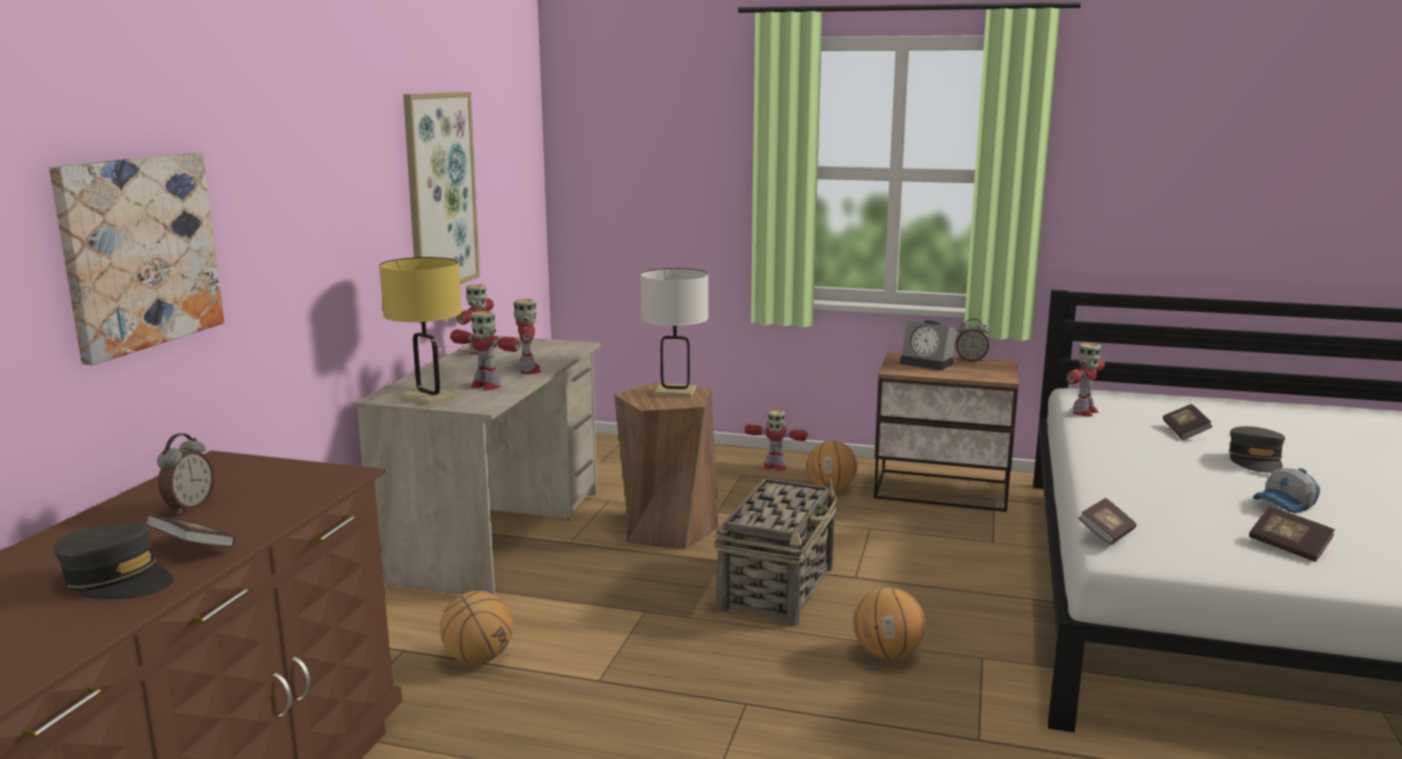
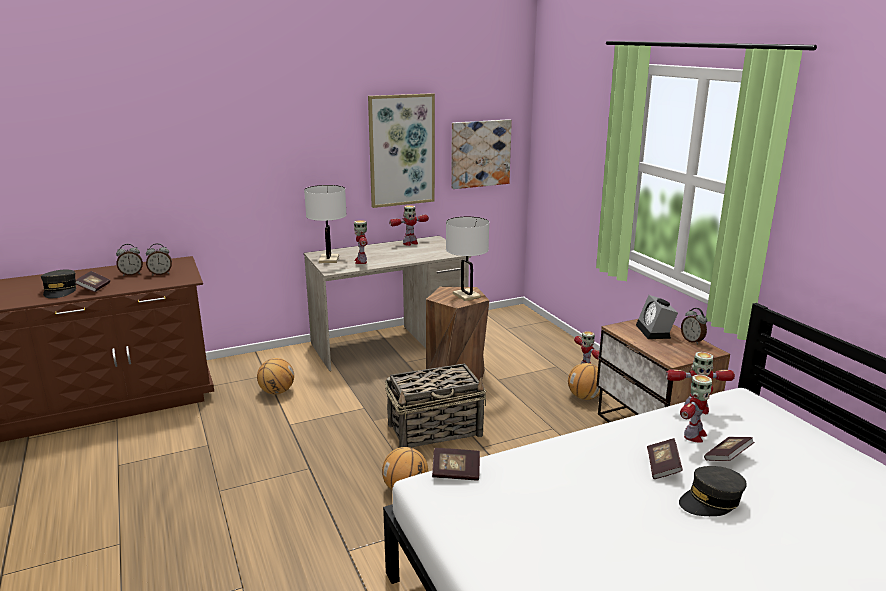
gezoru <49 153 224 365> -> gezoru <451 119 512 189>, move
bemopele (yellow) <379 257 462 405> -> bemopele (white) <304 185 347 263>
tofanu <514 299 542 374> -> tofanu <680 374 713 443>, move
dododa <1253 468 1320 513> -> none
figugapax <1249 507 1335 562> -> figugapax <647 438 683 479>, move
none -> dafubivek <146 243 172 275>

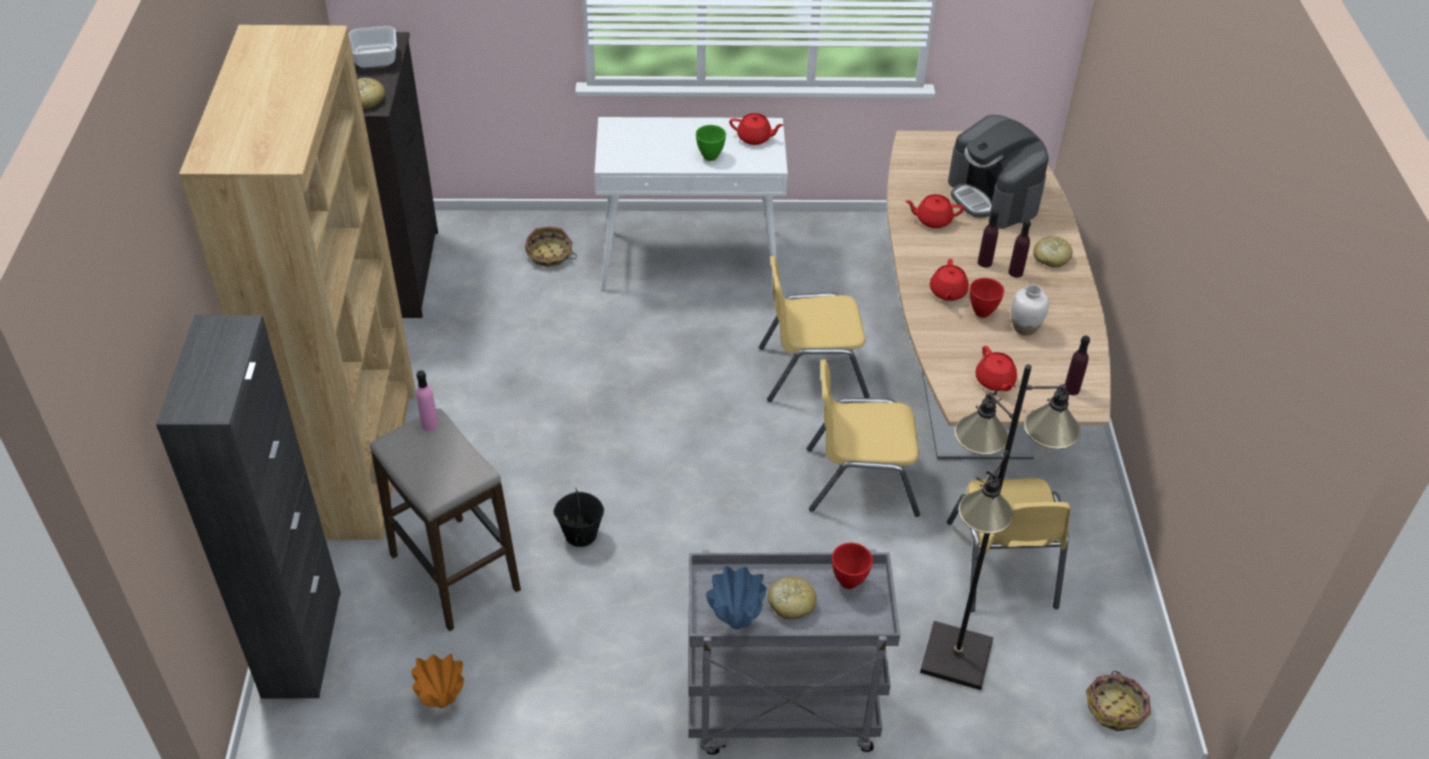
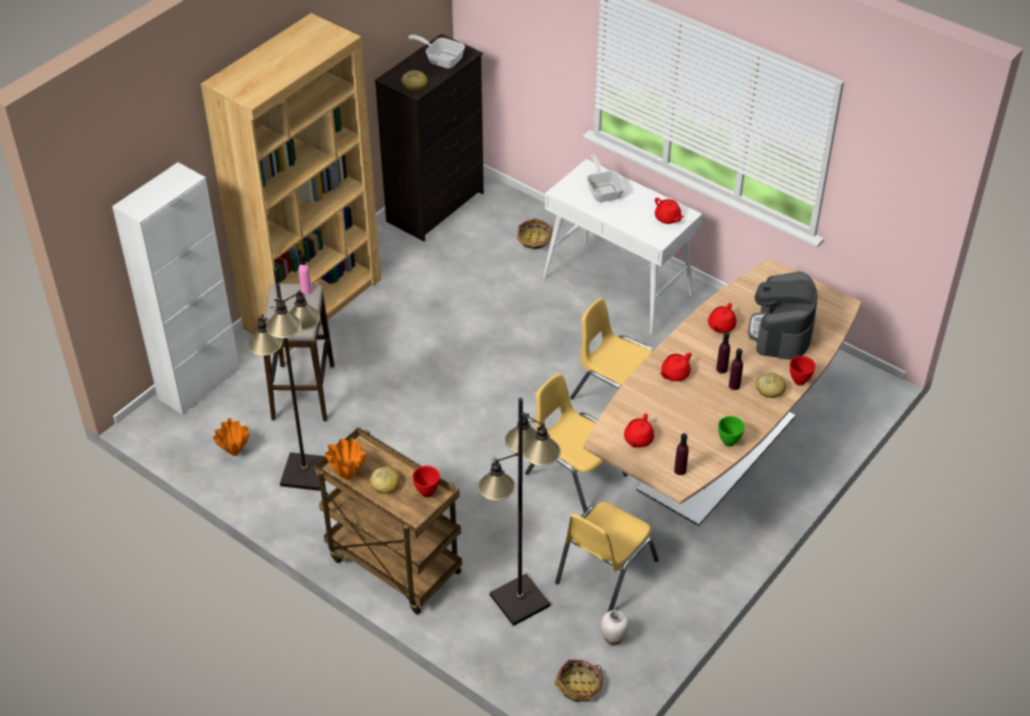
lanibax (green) <696 125 726 161> -> lanibax (green) <718 416 745 447>, move
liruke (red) <905 194 964 228> -> liruke (red) <708 303 737 333>, 105 degrees counterclockwise
lanibax (red) <970 278 1004 318> -> lanibax (red) <790 356 816 385>, move
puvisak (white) <1011 284 1049 336> -> puvisak (white) <601 610 629 646>, move
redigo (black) <156 315 341 699> -> redigo (white) <112 162 240 415>
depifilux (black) <553 487 604 547> -> none
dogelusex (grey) <688 549 900 755> -> dogelusex (brown) <314 427 462 615>
puvisak (blue) <706 566 767 629> -> puvisak (orange) <325 438 366 480>
none -> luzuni <587 155 625 202>
none -> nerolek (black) <248 268 325 491>

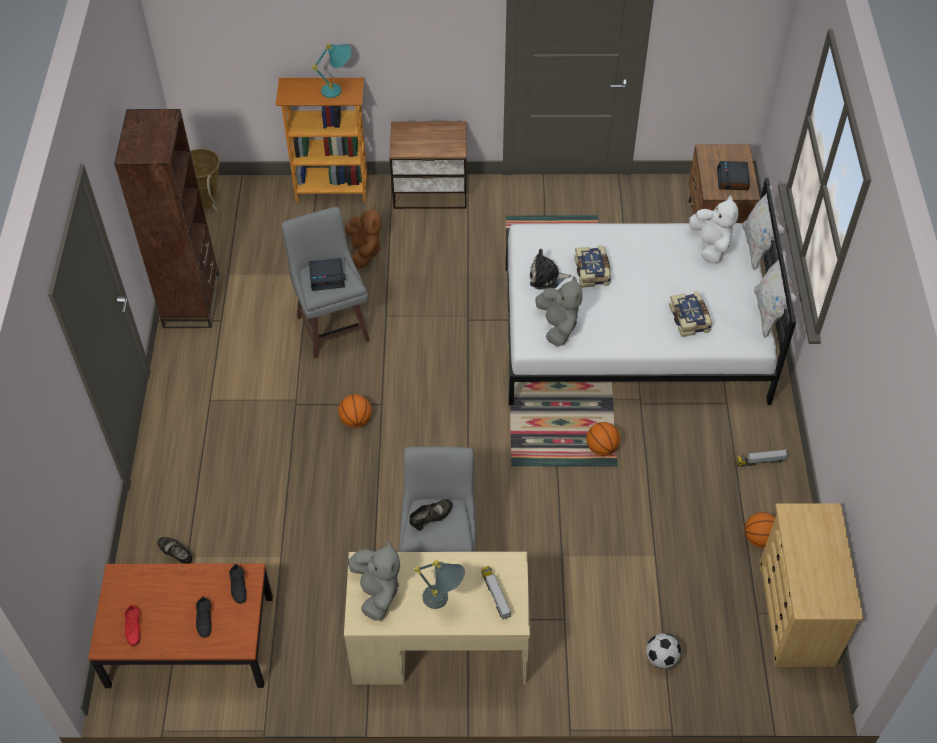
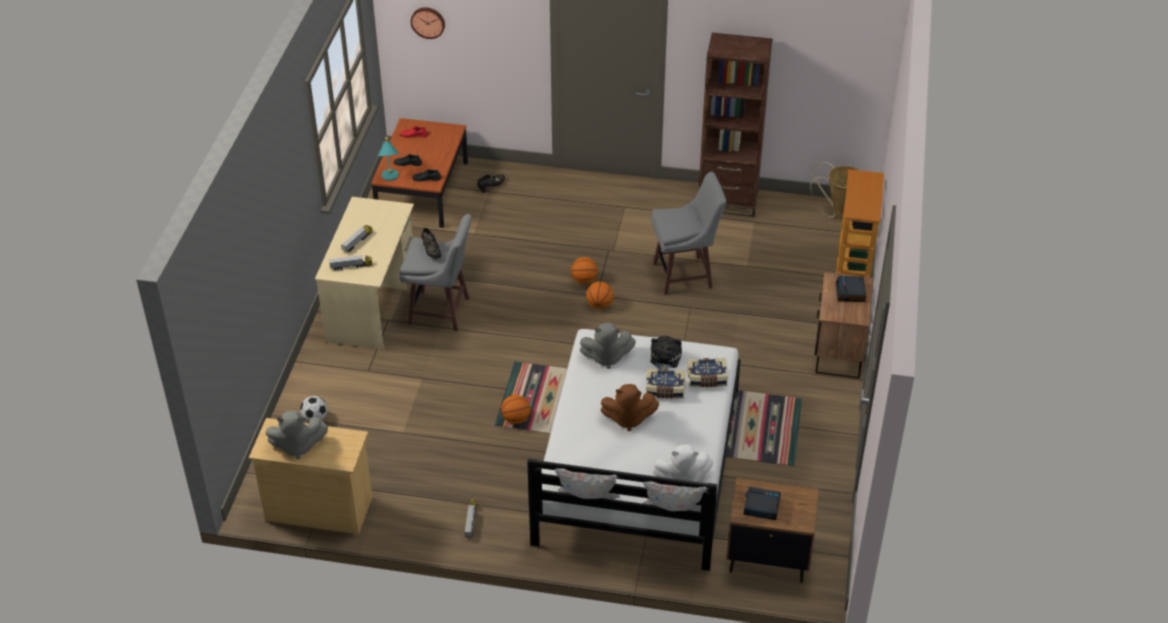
bemopele (turquoise) <312 43 351 98> -> bemopele (turquoise) <378 137 400 181>, move
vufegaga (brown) <345 205 381 268> -> vufegaga (brown) <601 384 659 431>, move
dafubivek <309 258 346 291> -> dafubivek <836 276 866 302>, move
figugapax <669 291 712 337> -> figugapax <687 358 728 387>, move
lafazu <745 512 775 548> -> lafazu <586 281 614 309>, move
vufegaga (grey) <348 540 400 621> -> vufegaga (grey) <265 411 328 459>, move
bemopele (grey) <414 560 465 609> -> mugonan <341 225 373 252>
none -> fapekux <411 7 445 39>

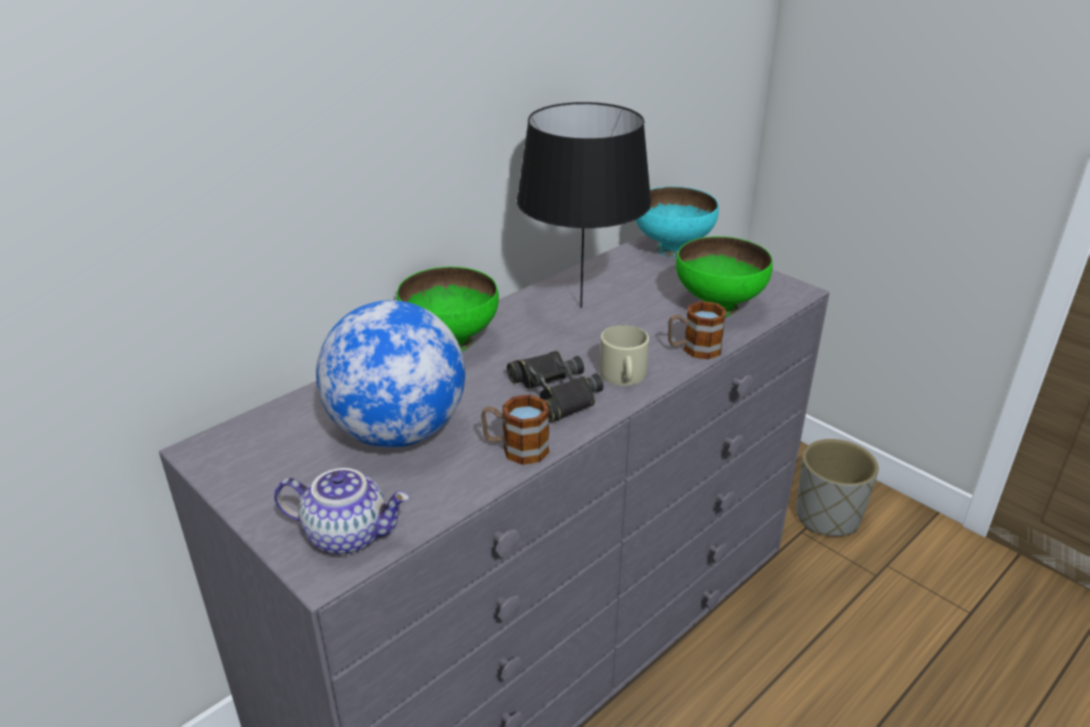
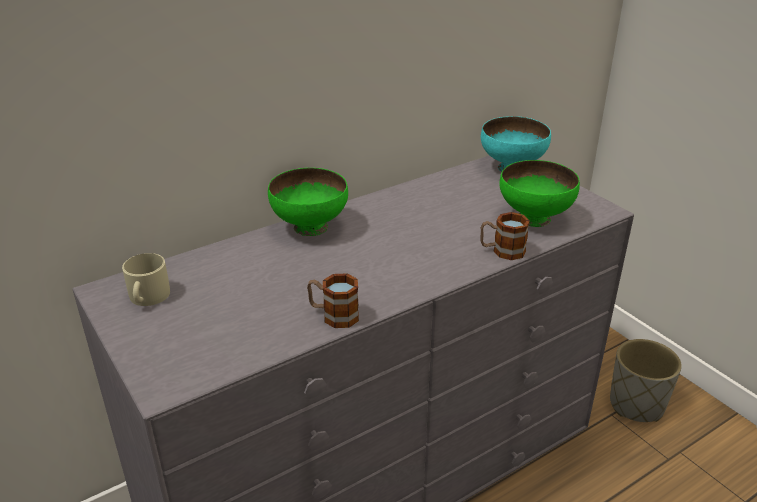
bemopele (black) <517 102 652 308> -> none
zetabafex <316 300 465 448> -> none
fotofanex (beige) <600 325 649 386> -> fotofanex (beige) <122 253 170 306>, move
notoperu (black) <507 351 603 422> -> none
liruke <274 468 410 555> -> none

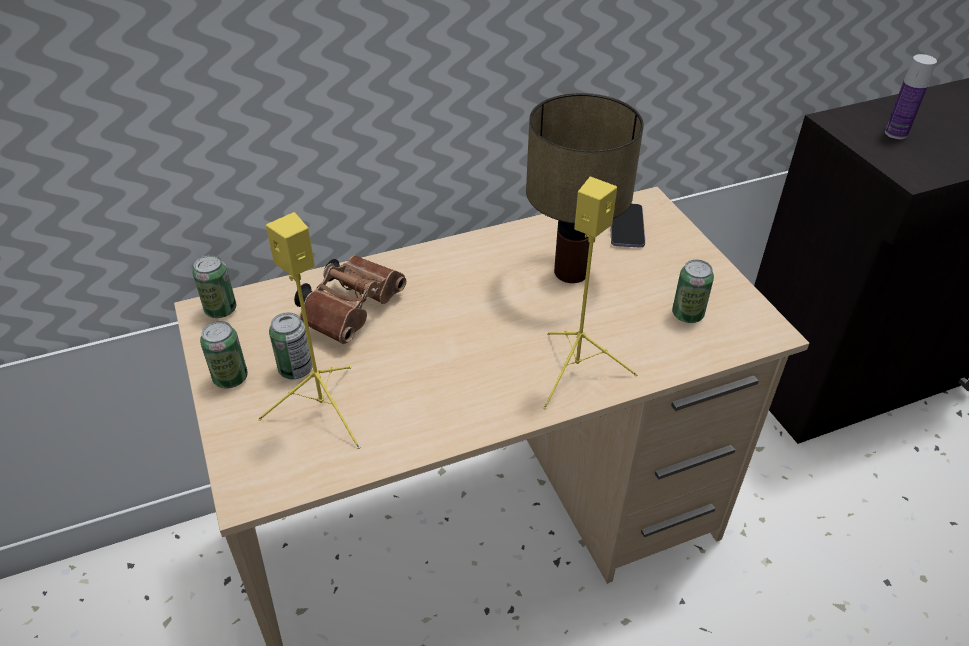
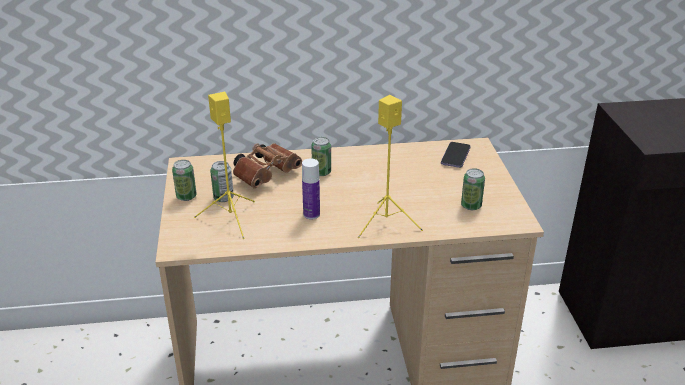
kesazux <885 54 937 139> -> kesazux <302 158 320 219>, move
bemopele <526 93 644 283> -> none
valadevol <192 255 236 318> -> valadevol <311 137 331 176>, move

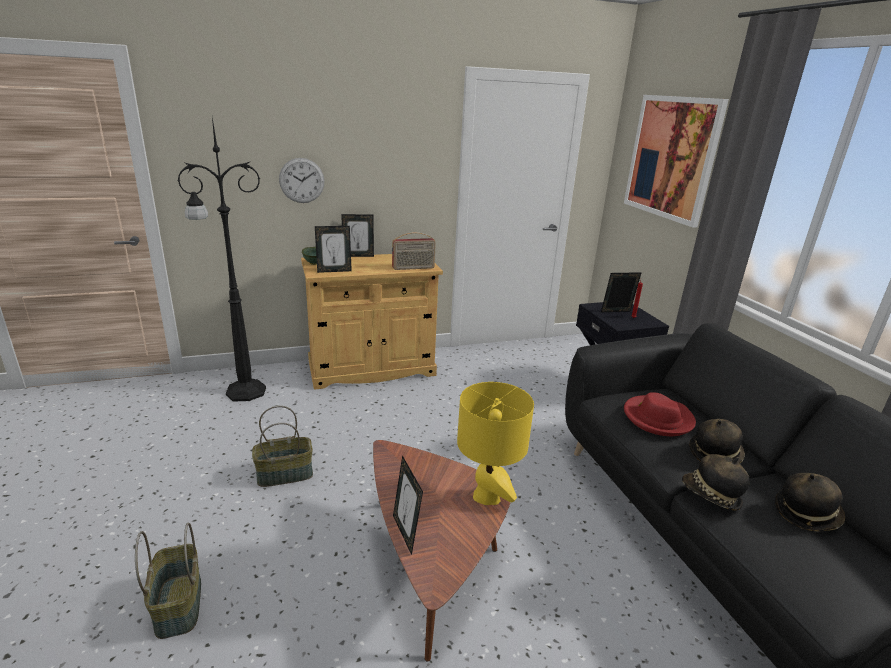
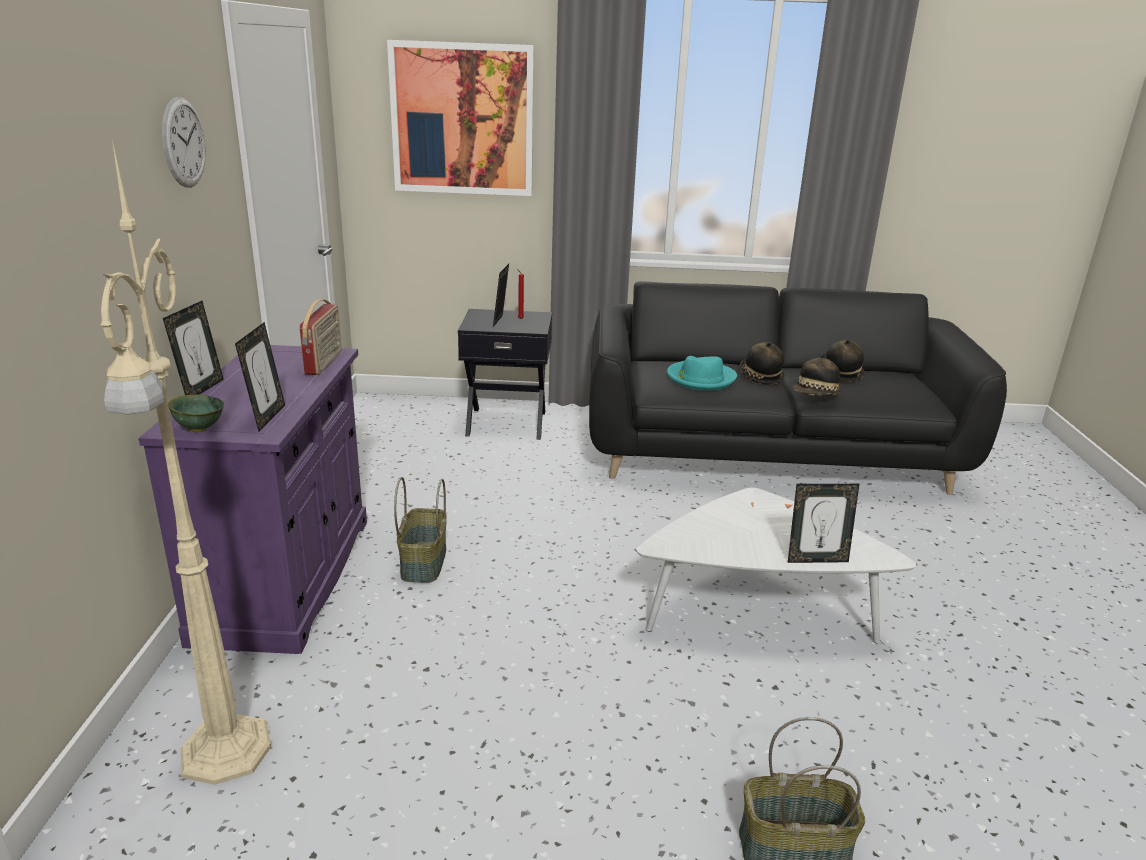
nerolek (black) <177 118 266 402> -> nerolek (beige) <100 140 271 785>
fapekux <279 158 324 203> -> fapekux <162 97 206 188>, move
redigo (beige) <301 254 443 390> -> redigo (purple) <138 345 367 654>
bemopele (yellow) <457 382 534 505> -> none
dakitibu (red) <624 392 696 436> -> dakitibu (turquoise) <667 356 737 390>
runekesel <252 406 313 487> -> runekesel <394 477 447 583>, move
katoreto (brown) <373 440 511 661> -> katoreto (white) <636 487 916 644>

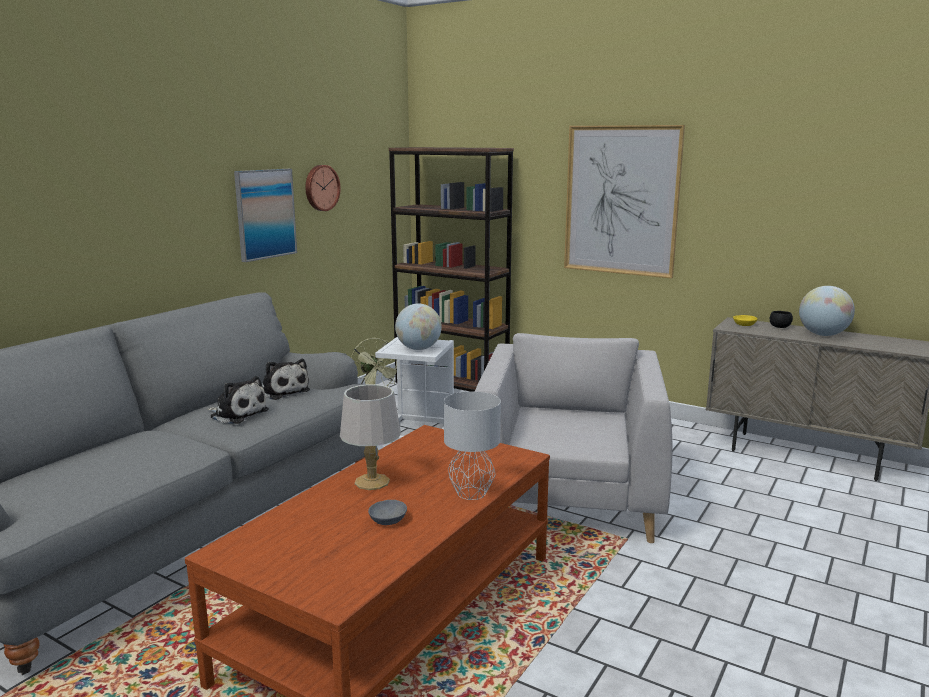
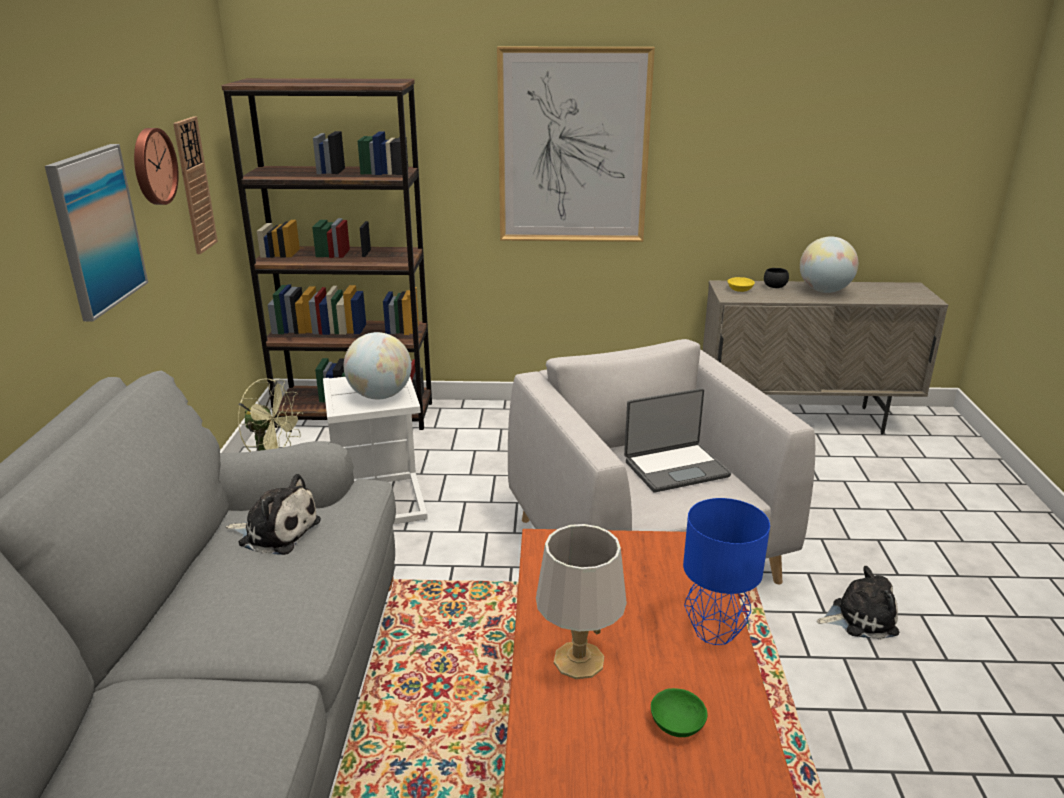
vufegaga <207 376 269 424> -> vufegaga <817 566 899 640>, move
bemopele (grey) <444 391 501 500> -> bemopele (blue) <683 498 770 645>
lanibax (grey) <368 500 407 525> -> lanibax (green) <651 688 707 737>
none -> fapekux <173 117 218 254>
none -> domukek <624 388 731 492>

